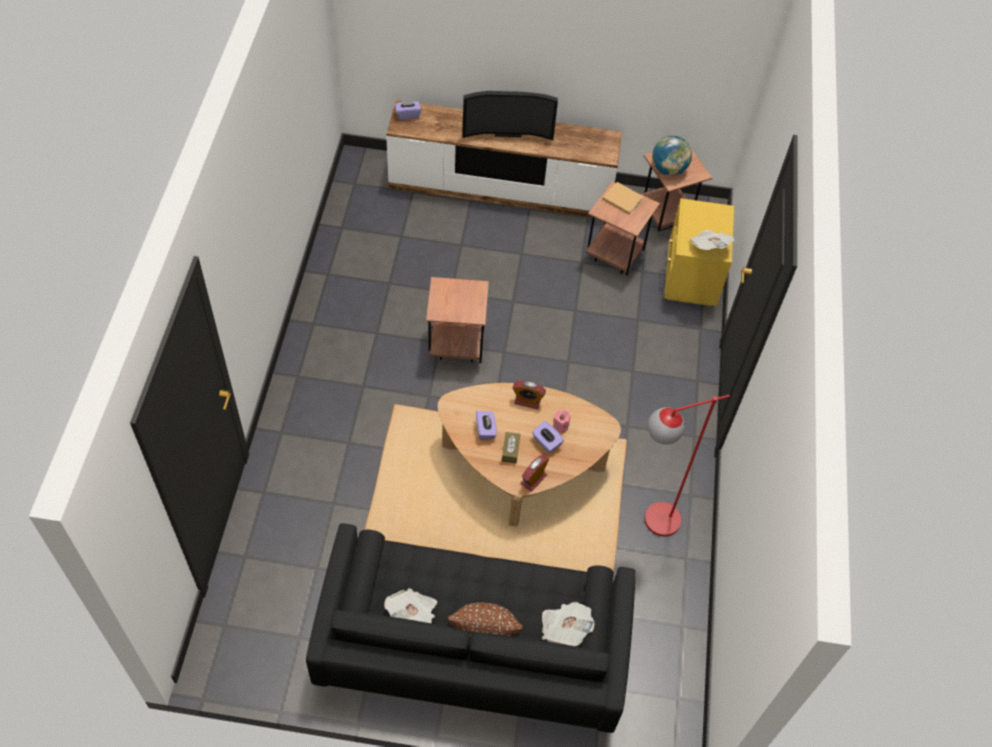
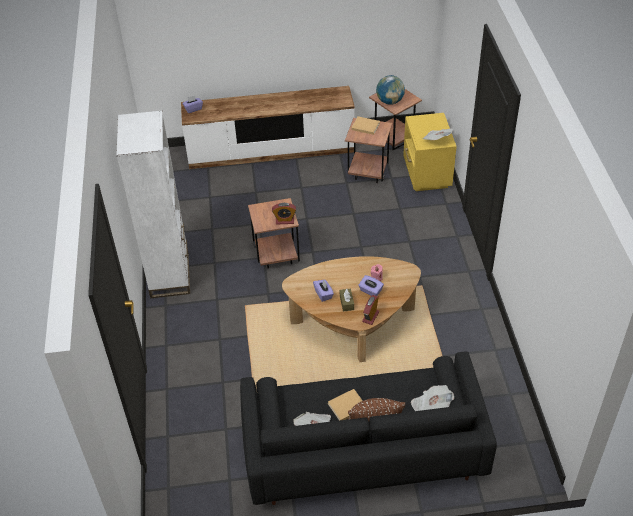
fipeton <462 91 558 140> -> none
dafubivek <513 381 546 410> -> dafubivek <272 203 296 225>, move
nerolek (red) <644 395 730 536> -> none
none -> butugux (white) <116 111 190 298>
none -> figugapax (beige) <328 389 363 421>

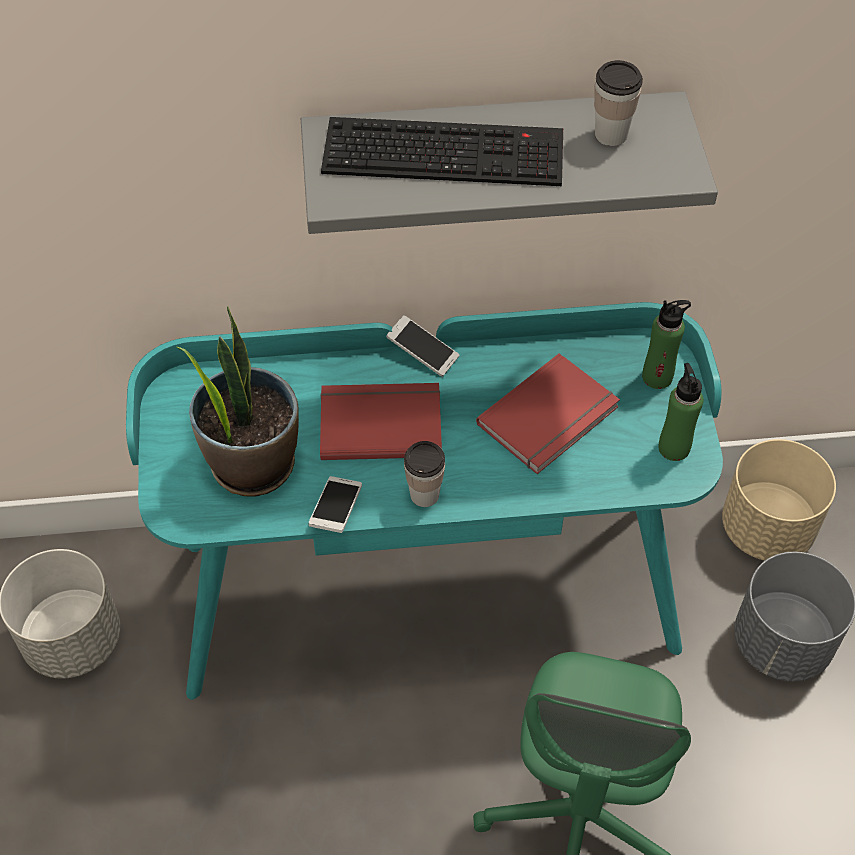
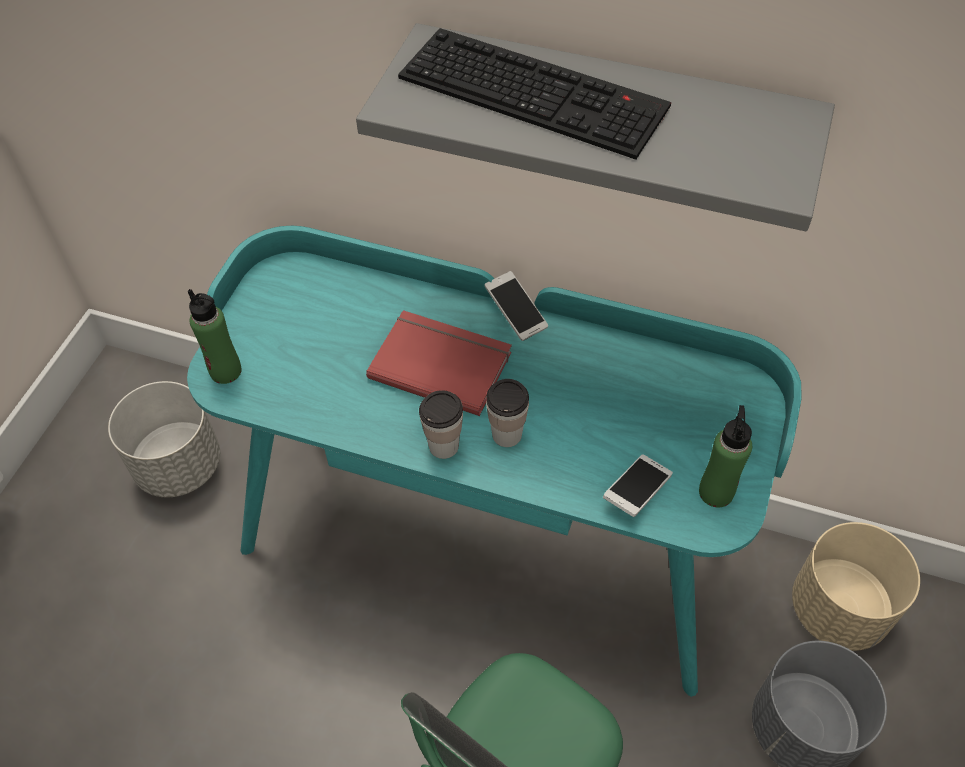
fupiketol <594 60 643 146> -> fupiketol <486 379 529 447>, move
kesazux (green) <642 300 691 389> -> kesazux (green) <188 289 242 384>, move
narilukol <177 306 299 497> -> none
figugapax (red) <476 353 620 474> -> none
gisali <309 476 362 533> -> gisali <603 454 673 517>, move

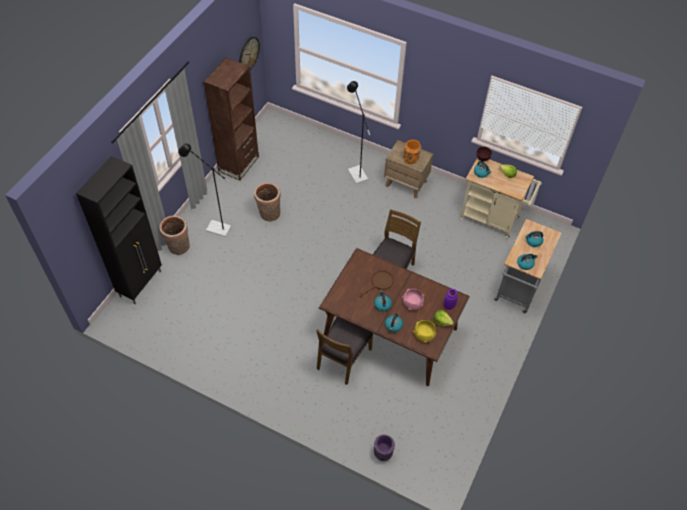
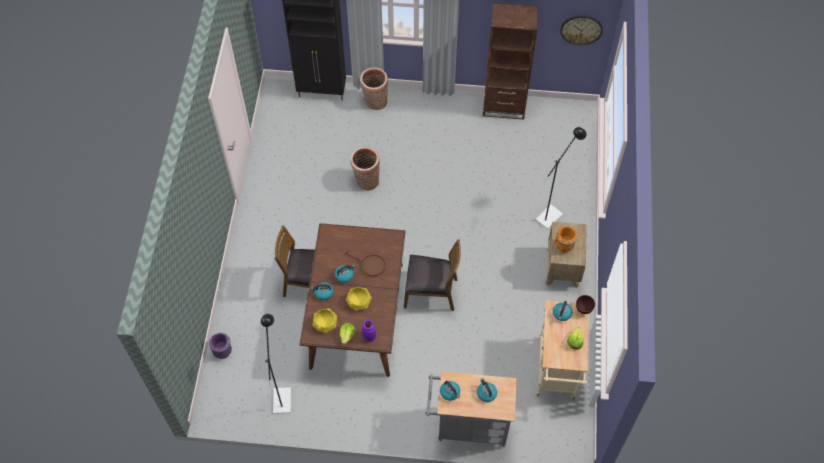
nerolek (black) <178 143 231 237> -> nerolek (black) <261 314 291 414>, move
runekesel <254 182 281 222> -> runekesel <350 147 380 191>, move
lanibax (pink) <402 289 424 310> -> lanibax (yellow) <346 287 372 310>

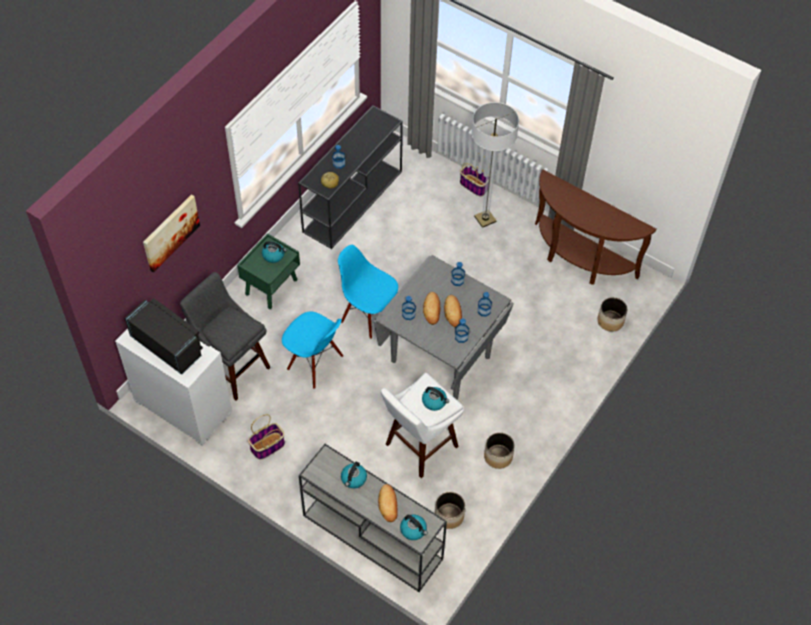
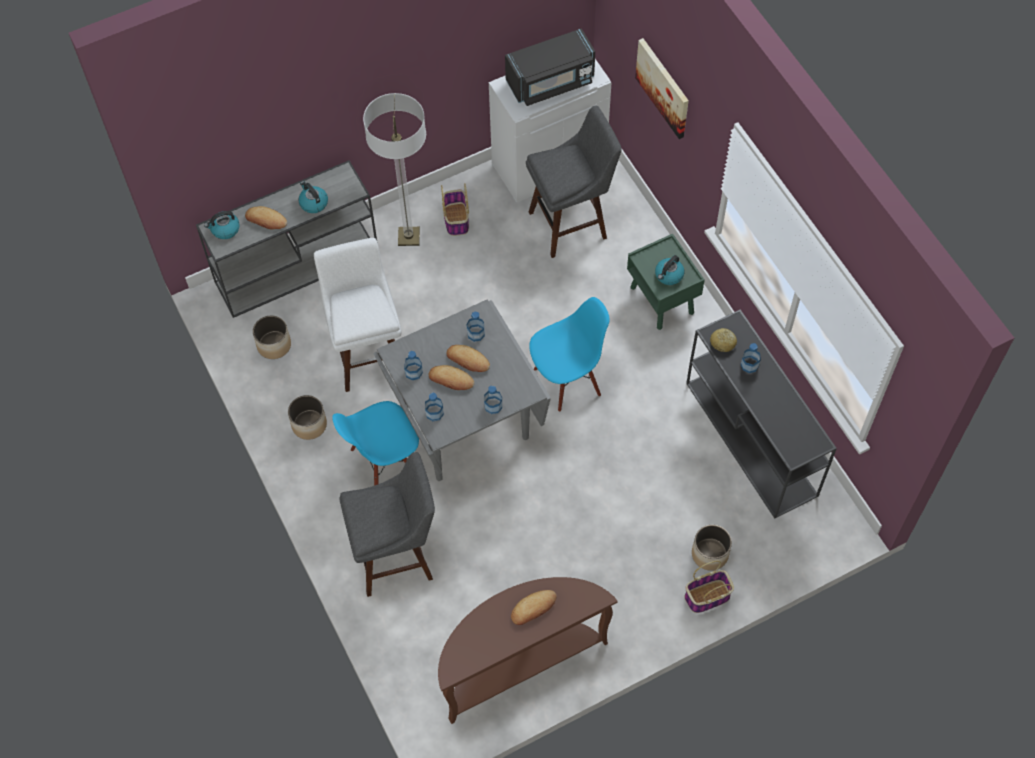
nerolek <472 102 519 228> -> nerolek <363 93 426 246>, move
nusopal <598 297 627 332> -> nusopal <692 525 732 571>, move
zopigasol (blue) <282 311 343 389> -> zopigasol (blue) <332 401 419 486>, move
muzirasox <422 387 449 411> -> none
none -> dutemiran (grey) <340 452 435 597>
none -> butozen <511 590 557 625>

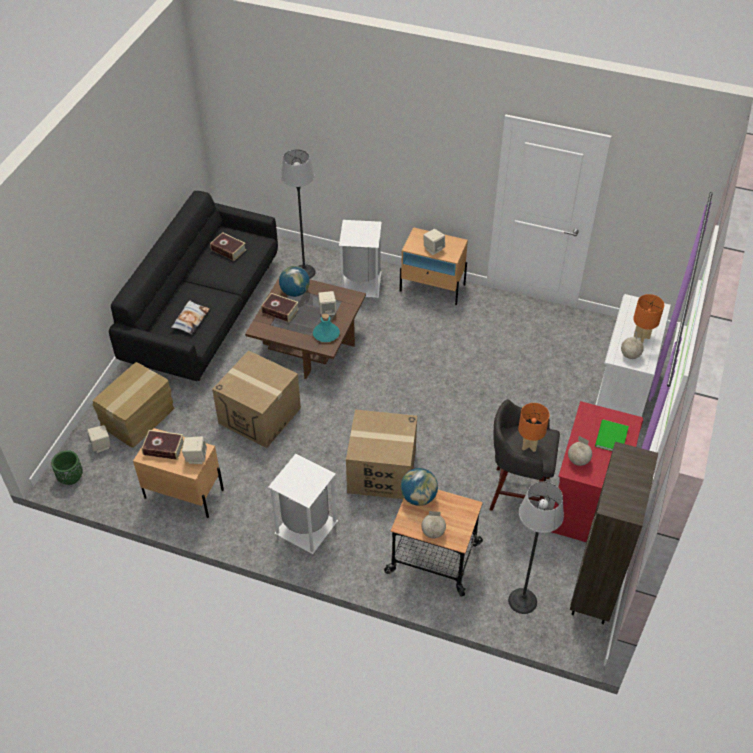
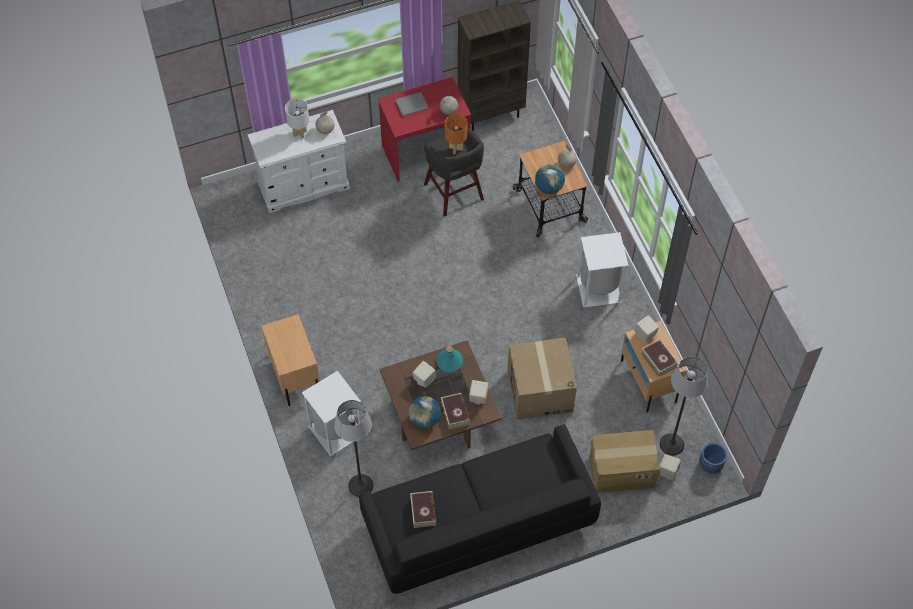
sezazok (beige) <424 229 445 255> -> sezazok (beige) <469 380 488 405>, move
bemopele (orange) <633 294 664 343> -> bemopele (white) <285 98 309 139>
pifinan <171 300 210 334> -> none
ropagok <346 410 417 499> -> none
figugapax (green) <595 420 629 451> -> figugapax (grey) <396 92 428 117>
nusopal (green) <51 450 83 485> -> nusopal (blue) <699 443 727 474>
nerolek <508 482 564 614> -> nerolek <660 357 708 456>, move

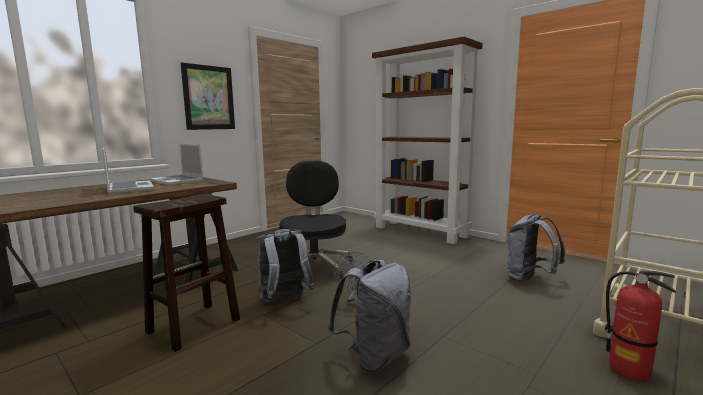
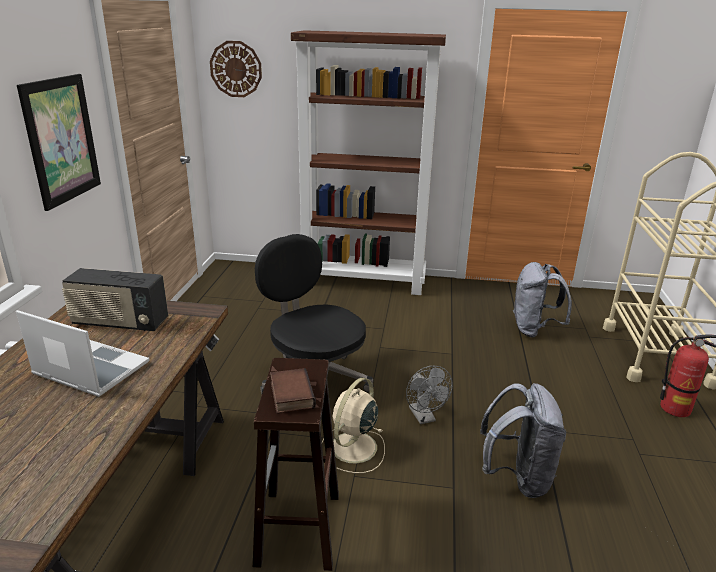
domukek <150 144 204 186> -> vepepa <62 268 168 331>
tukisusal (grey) <256 229 315 303> -> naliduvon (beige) <322 378 385 473>
none -> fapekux <210 41 262 97>
none -> figugapax <270 368 316 414>

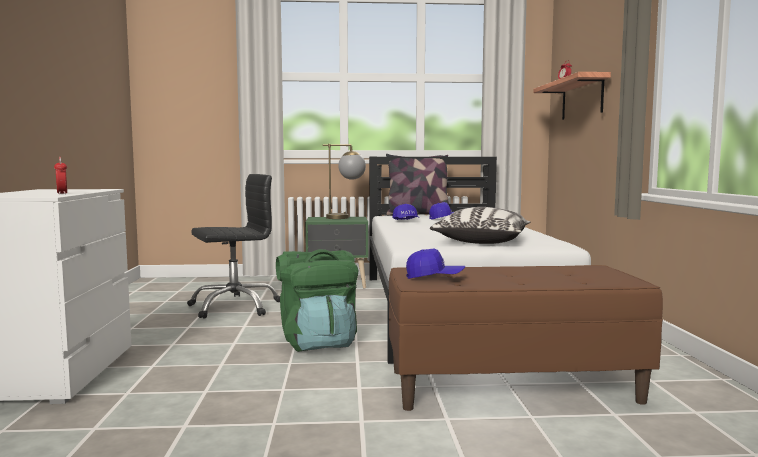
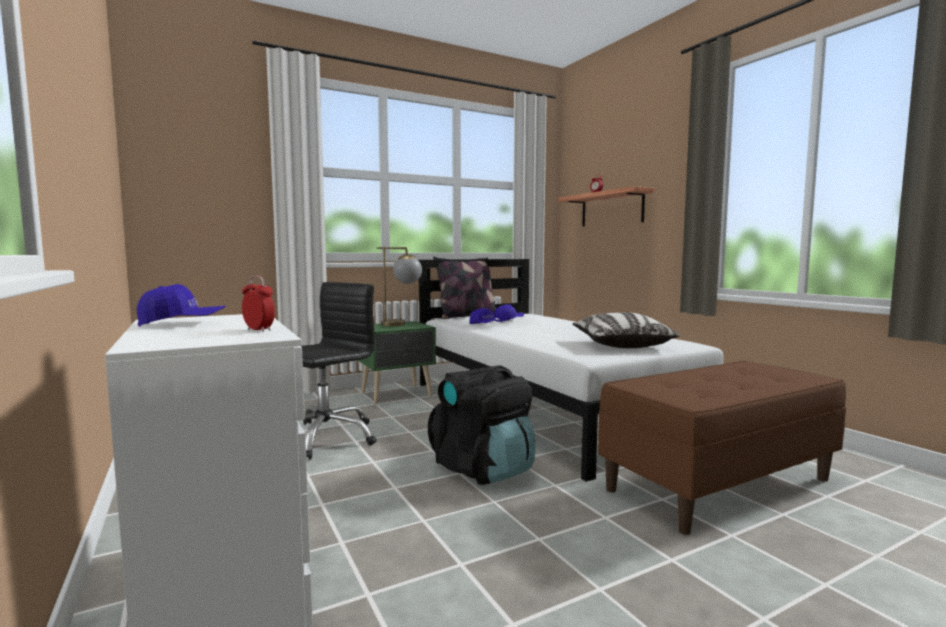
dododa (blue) <406 248 465 279> -> dododa (blue) <137 284 226 327>, move
tukisusal (green) <276 249 359 352> -> tukisusal (black) <428 365 535 485>

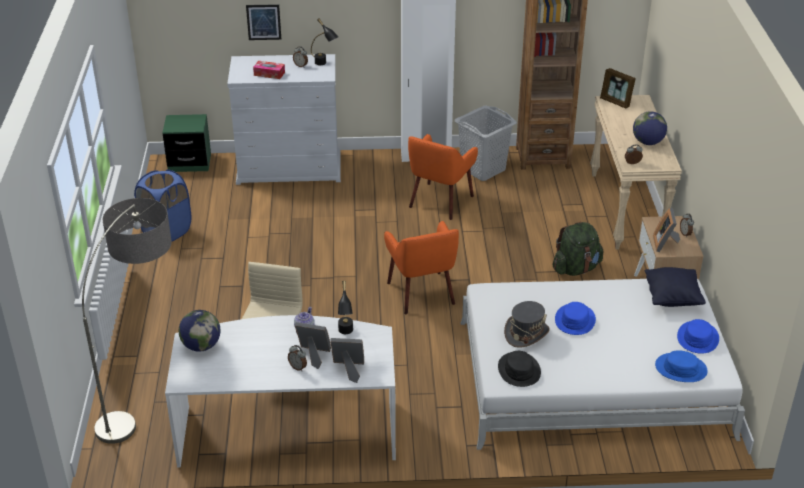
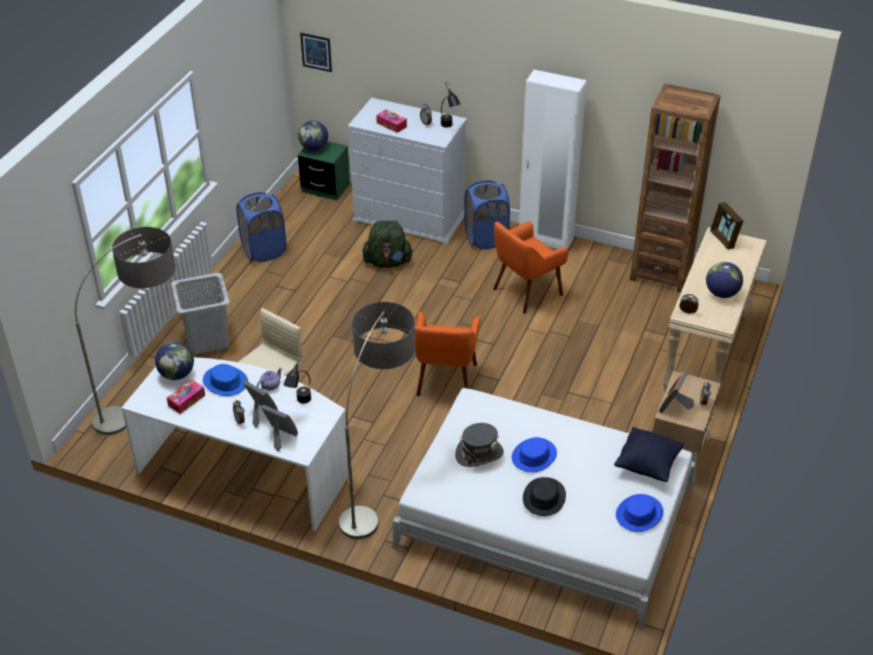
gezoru <246 4 281 40> -> gezoru <300 33 332 72>, move
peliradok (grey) <454 106 517 181> -> peliradok (grey) <171 273 230 354>, move
tukisusal (green) <552 222 603 276> -> tukisusal (green) <362 220 413 268>, move
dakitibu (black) <498 351 541 387> -> dakitibu (black) <523 477 566 516>, move
dakitibu (blue) <655 351 708 382> -> dakitibu (blue) <203 364 248 396>, move
none -> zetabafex <298 121 328 151>
none -> peliradok (blue) <464 180 510 249>
none -> nerolek <339 302 415 539>
none -> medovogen <167 380 205 414>

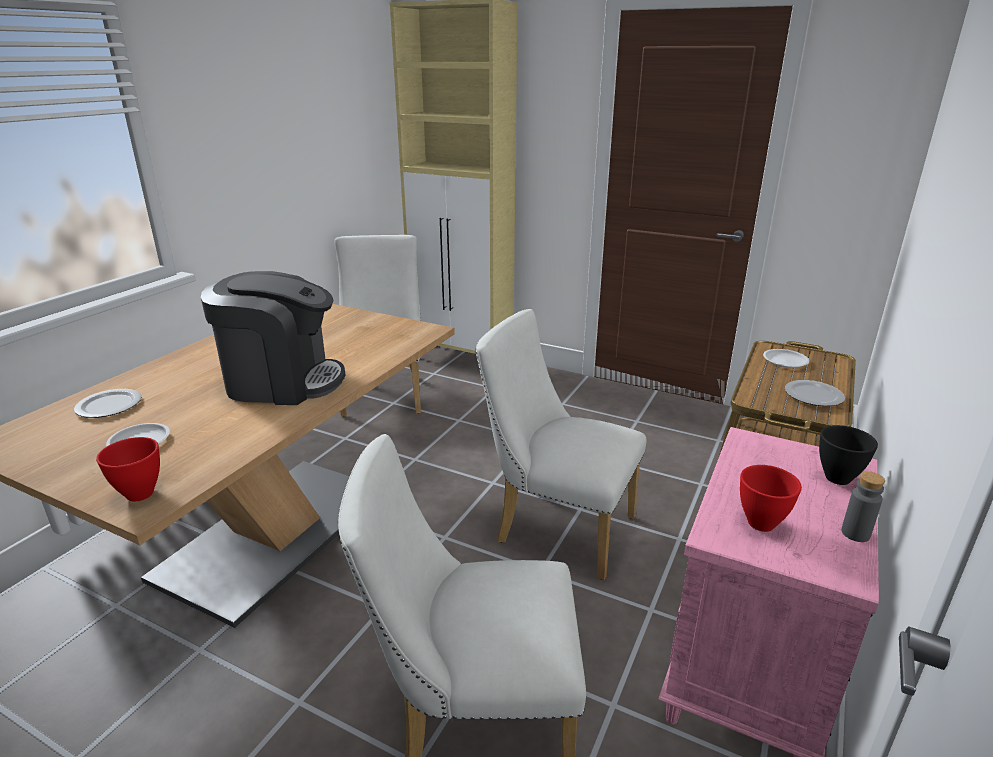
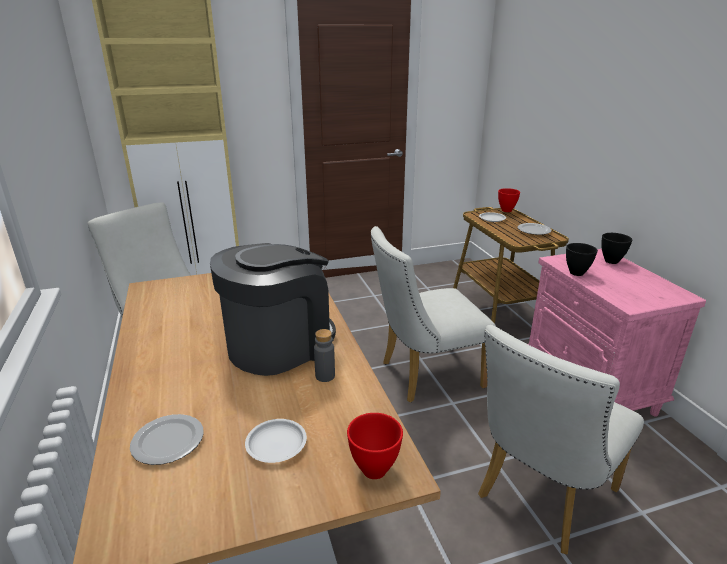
lanibax (red) <740 465 802 532> -> lanibax (red) <498 188 520 212>, move
kesazux (grey) <841 471 885 542> -> kesazux (grey) <314 329 335 382>, move
none -> lanibax (black) <566 243 598 276>

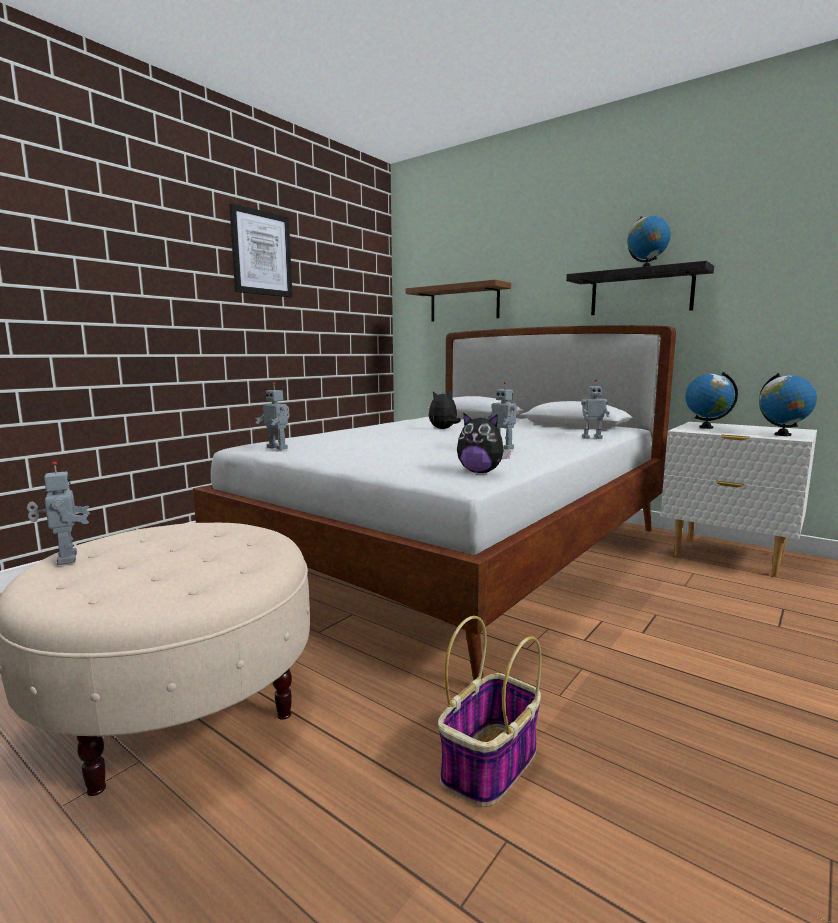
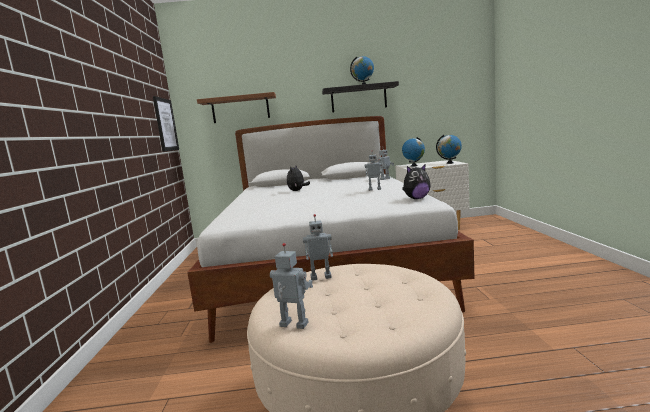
gezoru <229 203 293 298> -> gezoru <153 96 179 151>, move
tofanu <255 382 290 450> -> tofanu <303 214 333 281>, move
runekesel <438 616 541 807> -> none

